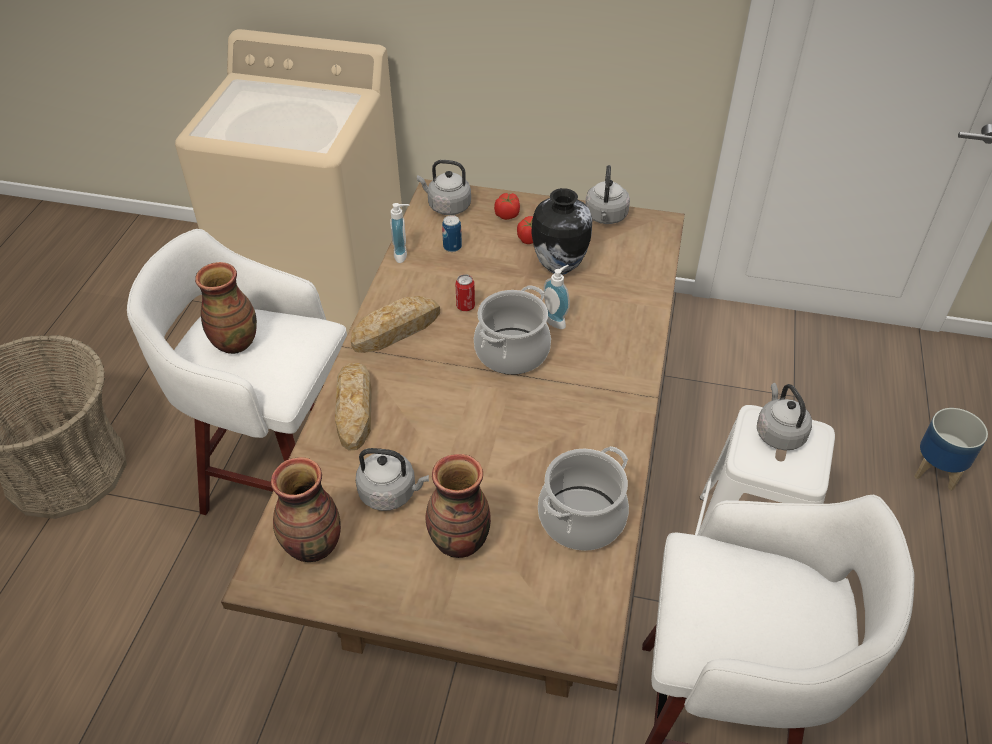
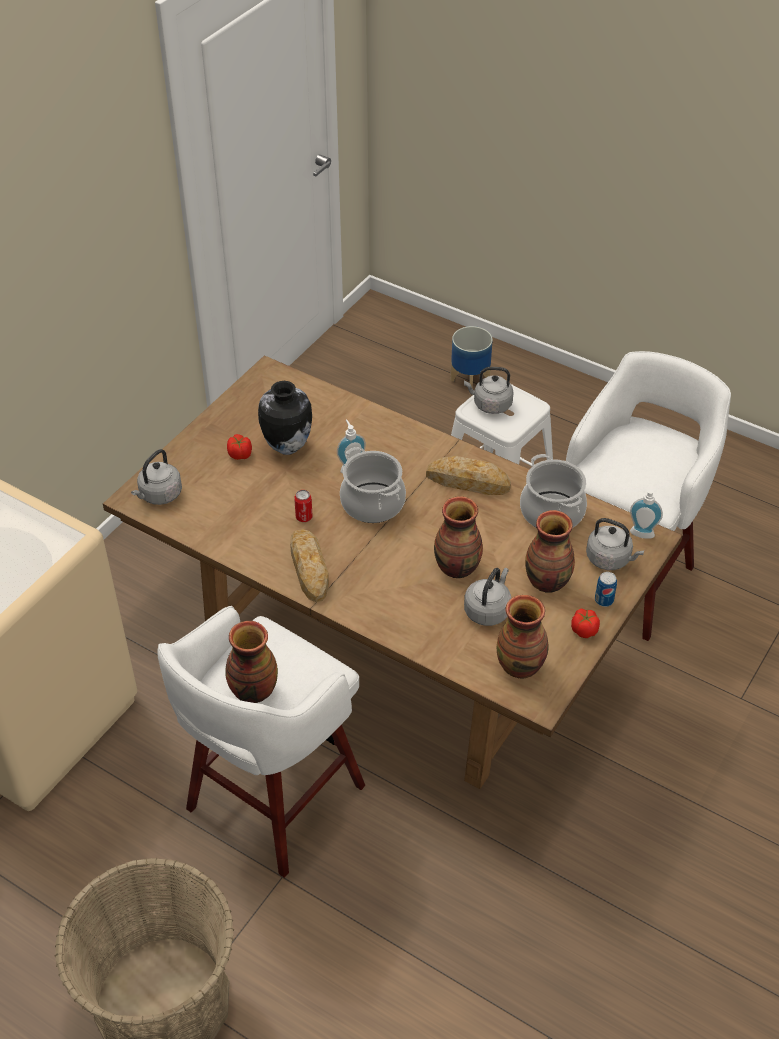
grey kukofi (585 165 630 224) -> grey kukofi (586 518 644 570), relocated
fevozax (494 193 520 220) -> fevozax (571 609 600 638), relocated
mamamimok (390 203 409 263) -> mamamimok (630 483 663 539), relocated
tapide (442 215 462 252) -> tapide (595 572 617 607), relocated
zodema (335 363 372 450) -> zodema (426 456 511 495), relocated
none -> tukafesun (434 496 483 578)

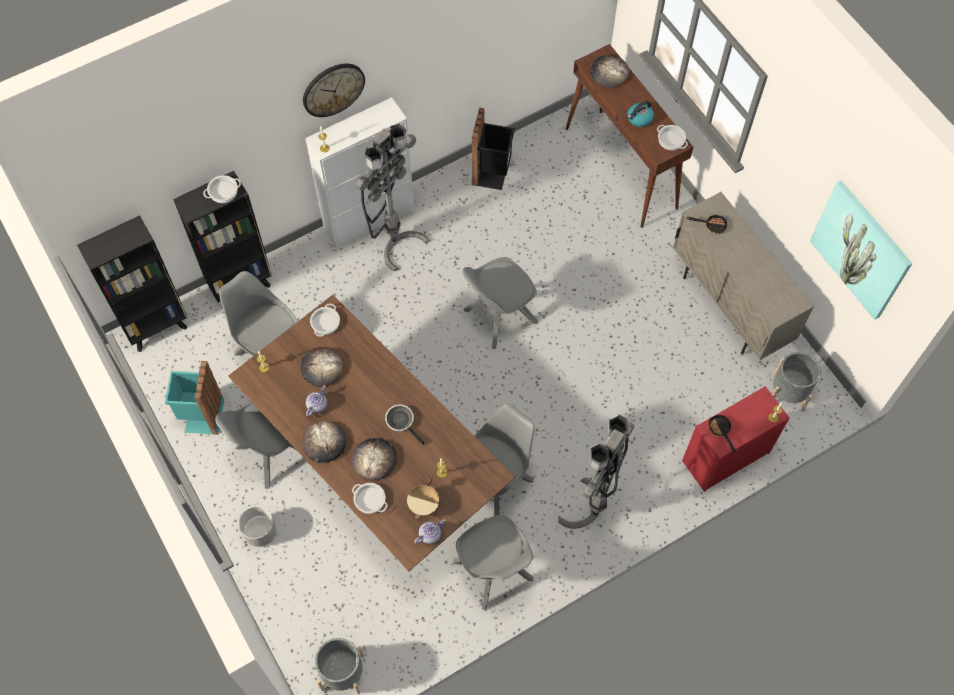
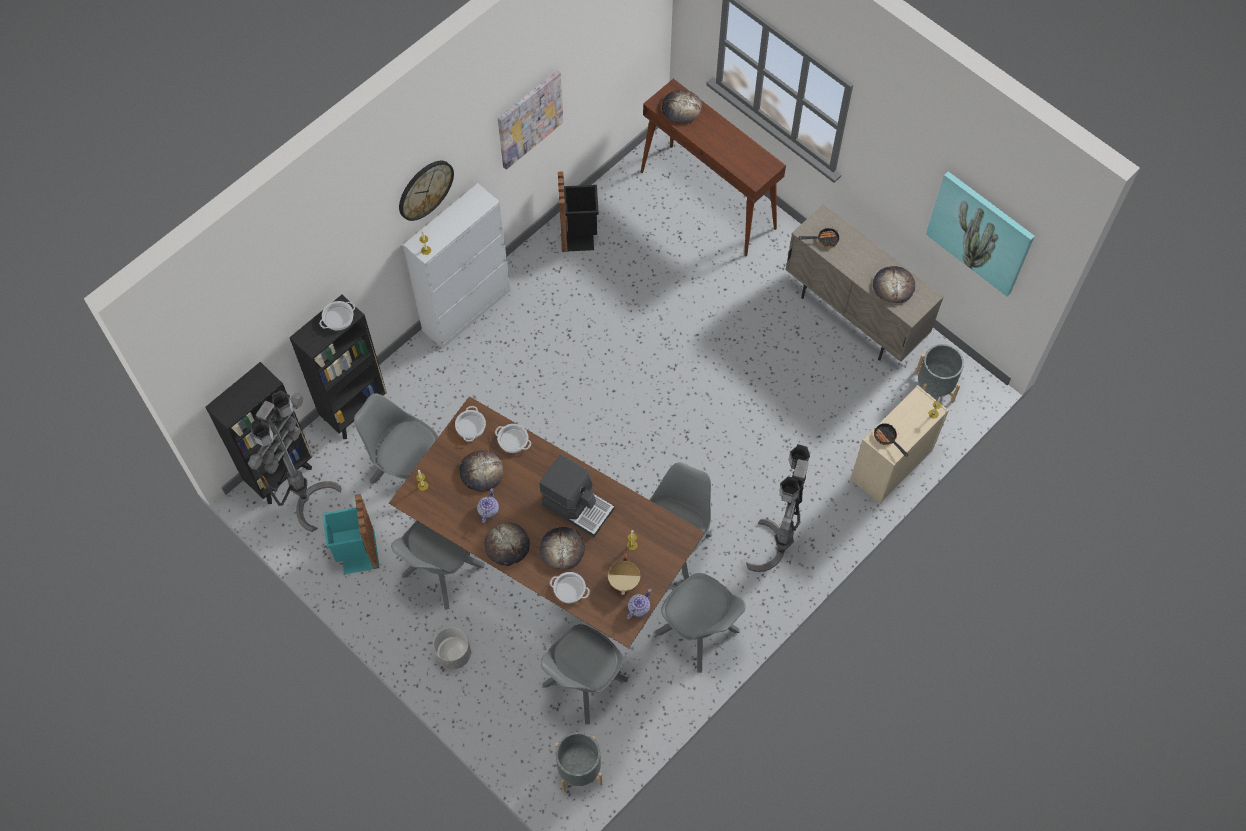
kukofi (627 100 654 127) -> none
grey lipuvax (355 124 428 271) -> grey lipuvax (248 391 341 532), relocated
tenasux (657 125 688 150) -> tenasux (495 424 531 453), relocated
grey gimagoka (463 257 538 349) -> grey gimagoka (540 624 628 725), relocated
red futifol (682 386 790 492) -> beige futifol (851 385 949 504)
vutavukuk (385 405 424 445) -> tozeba (539 454 615 537)
none -> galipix (498 70 563 170)
none -> zodema (873 266 915 303)

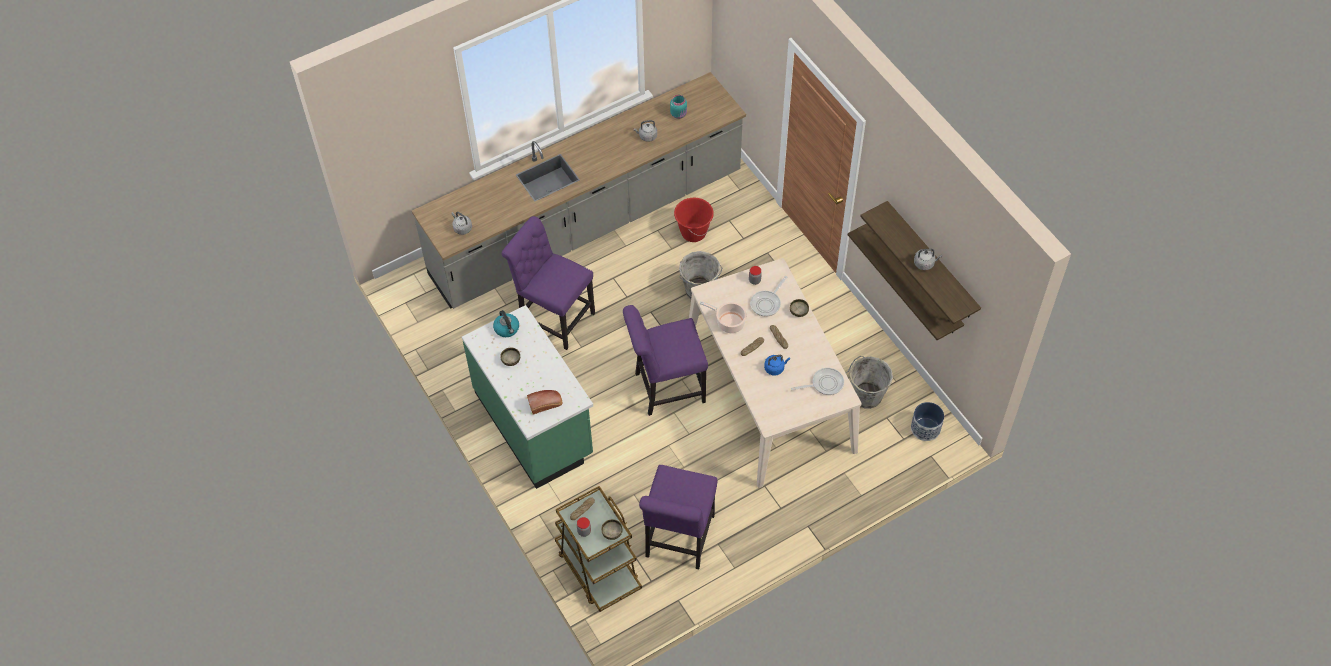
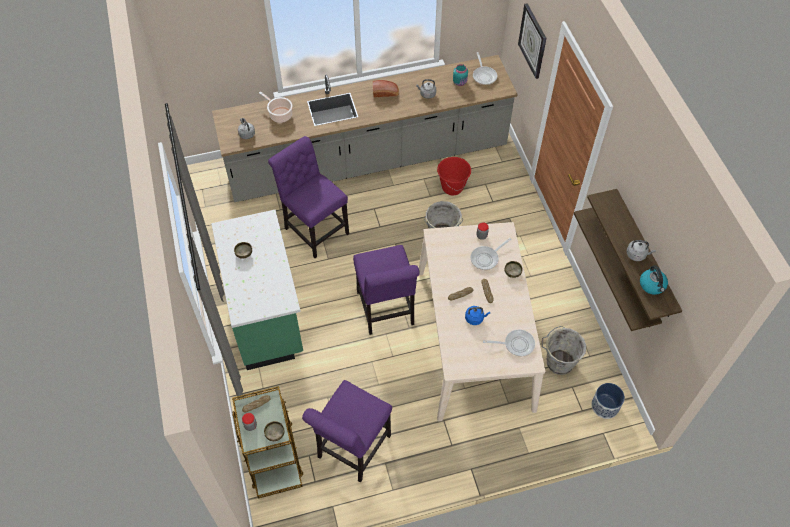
tenasux (700 301 747 333) -> tenasux (259 92 292 123), relocated
purple gimagoka (623 305 708 416) -> purple gimagoka (353 245 419 335), 105 degrees counterclockwise
kukofi (493 310 519 337) -> kukofi (640 265 668 295), relocated
zodema (527 390 562 415) -> zodema (373 80 399 98), relocated
none -> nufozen (518 3 546 79)
none -> vutavukuk (473 52 497 85)

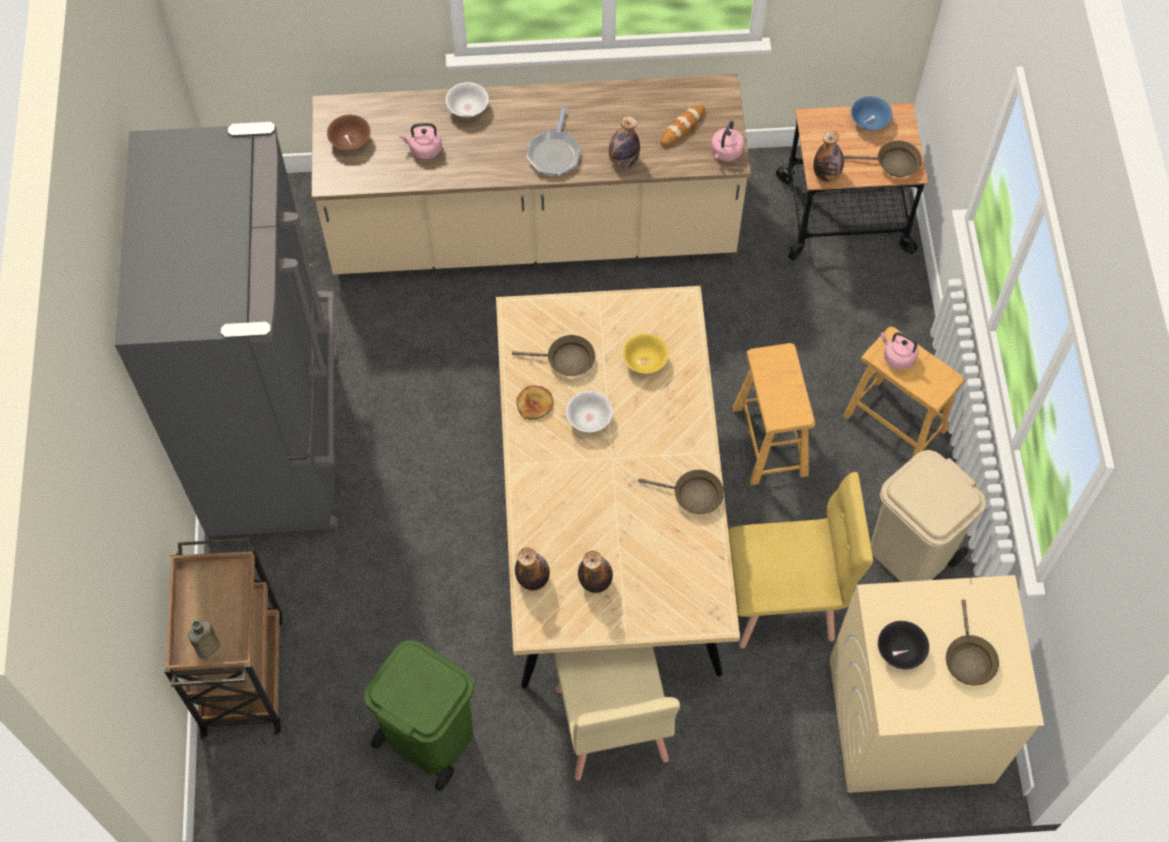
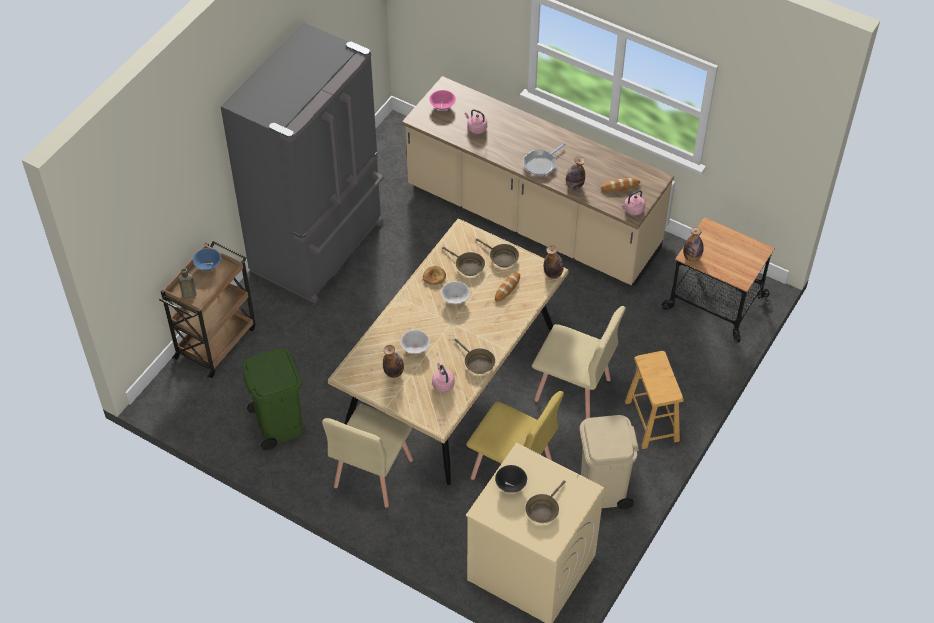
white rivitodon (446 82 489 117) -> white rivitodon (400 330 430 354), relocated
blue rivitodon (851 96 893 130) -> blue rivitodon (193 248 221 271), relocated
brown rivitodon (327 115 371 150) -> pink rivitodon (429 90 456 110)
brown vutavukuk (843 140 922 177) -> brown vutavukuk (476 238 519 267), relocated
pink kukofi (880 332 919 370) -> pink kukofi (432 362 454 392), relocated
yellow rivitodon (623 334 669 374) -> zodema (495 273 520 302)
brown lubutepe (732 343 815 485) -> beige gimagoka (532 306 626 419)
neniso (515 547 550 590) -> neniso (544 245 564 279), relocated

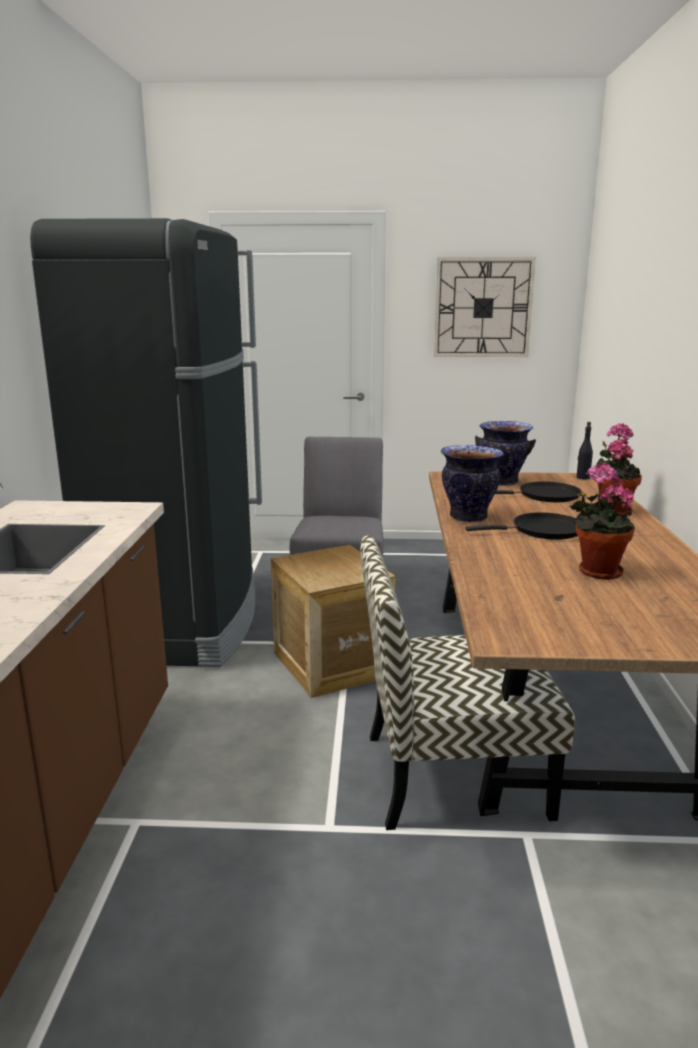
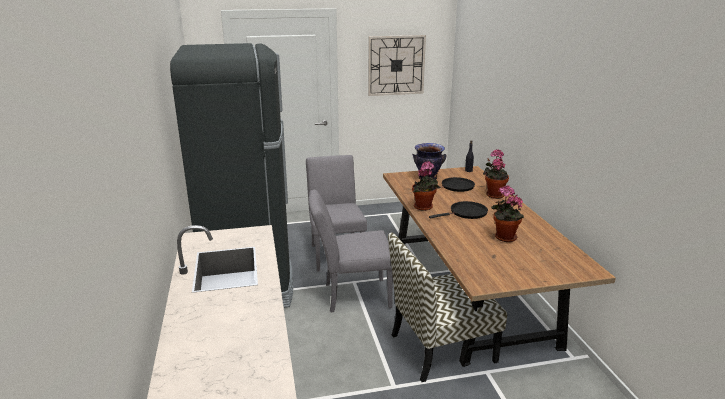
tukafesun (441 445 504 522) -> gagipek (412 161 439 211)
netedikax (271 545 396 698) -> grey gimagoka (309 190 393 312)

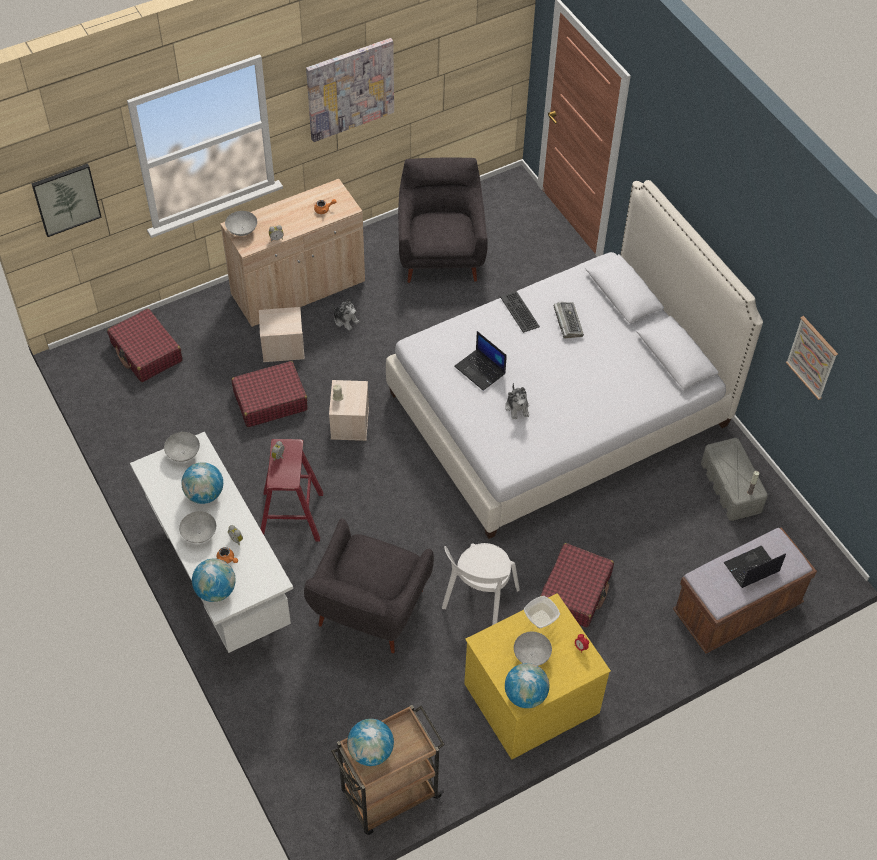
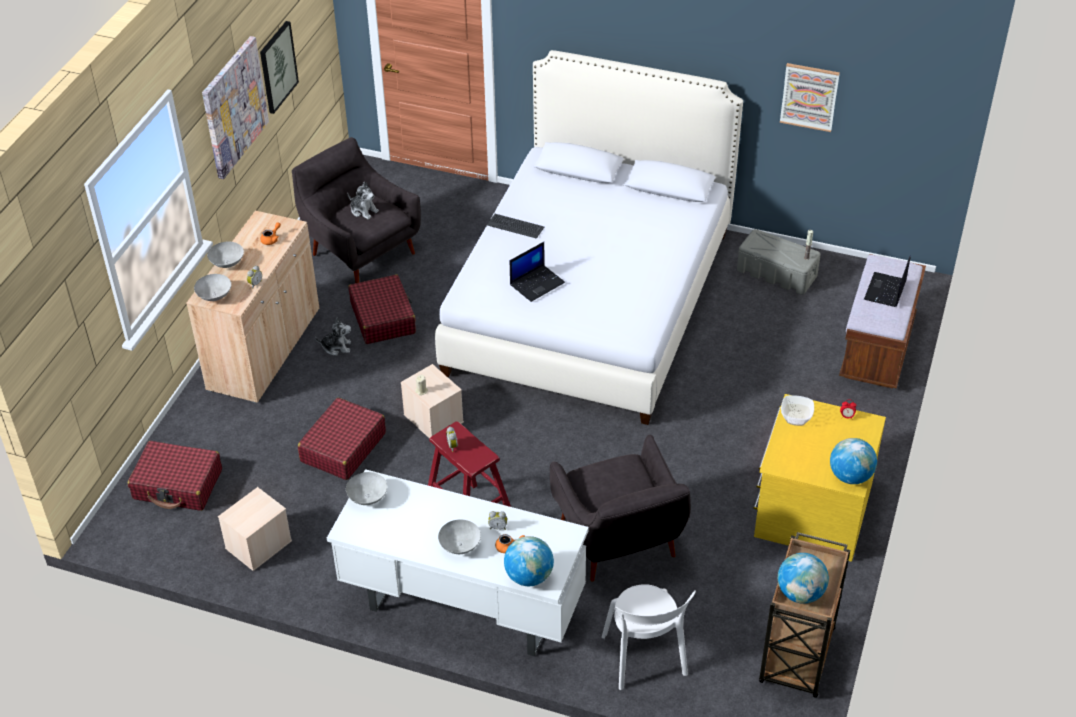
galipix (31 163 102 237) -> galipix (260 21 299 114), relocated
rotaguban (553 302 584 339) -> none
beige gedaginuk (259 307 305 362) -> beige gedaginuk (218 487 292 571), relocated
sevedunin (454 331 507 391) -> sevedunin (510 242 565 302), 45 degrees counterclockwise
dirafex (505 383 529 420) -> dirafex (347 182 379 220), relocated
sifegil (181 462 223 504) -> none
white gimagoka (442 543 520 625) -> white gimagoka (602 584 696 690), relocated
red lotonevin (540 543 614 627) -> red lotonevin (348 274 416 344), relocated
grey rivitodon (514 632 552 666) -> grey rivitodon (207 242 244 268), relocated

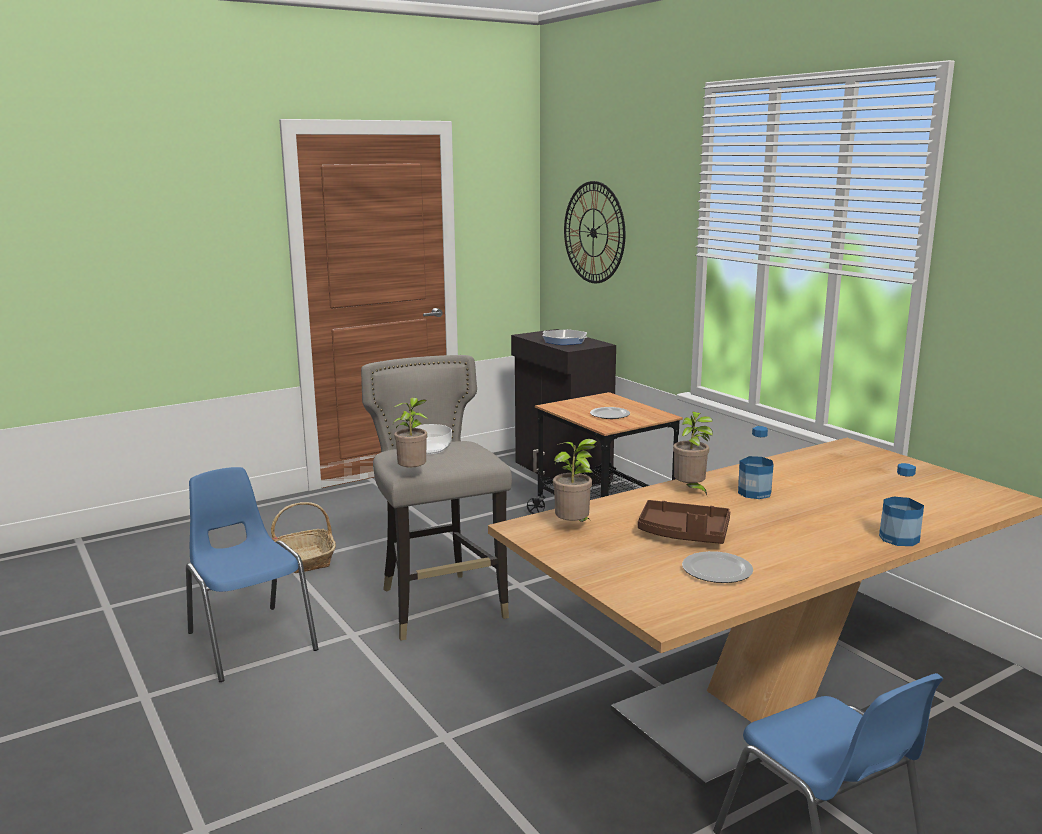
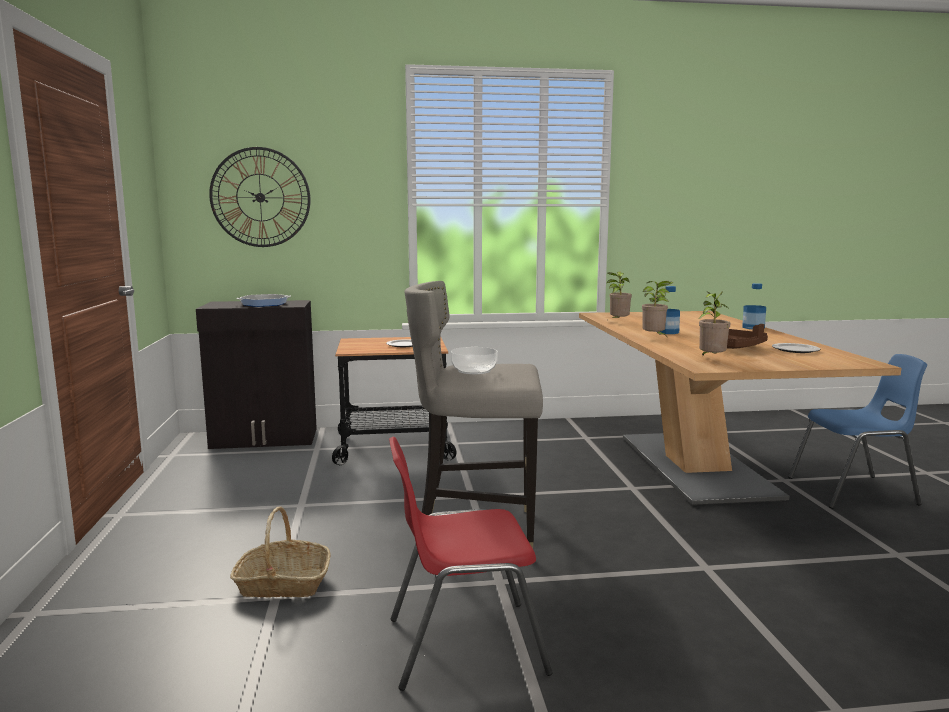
gagipek (393 397 429 468) -> gagipek (607 271 632 319), relocated
blue gimagoka (186 467 318 682) -> red gimagoka (389 437 553 691)

